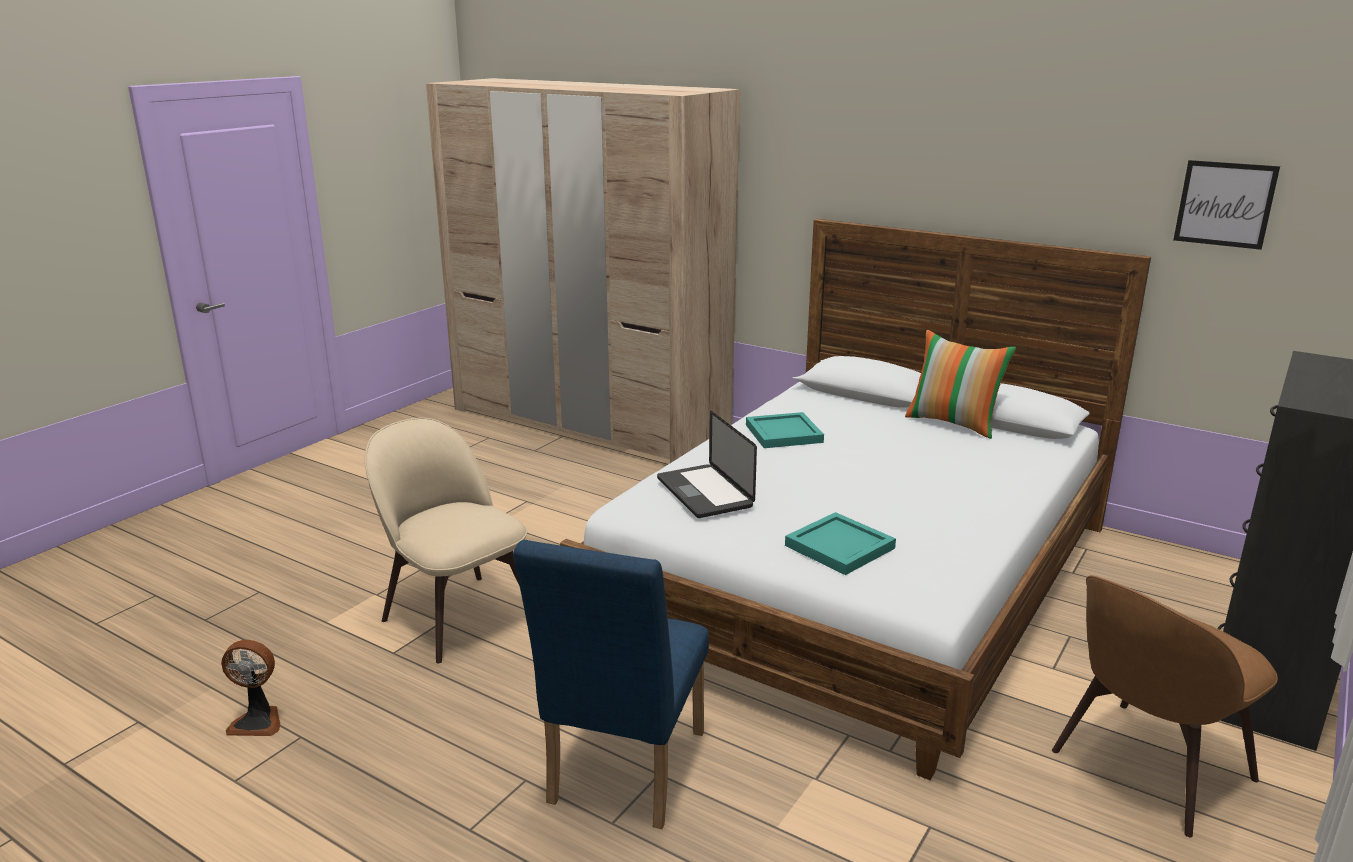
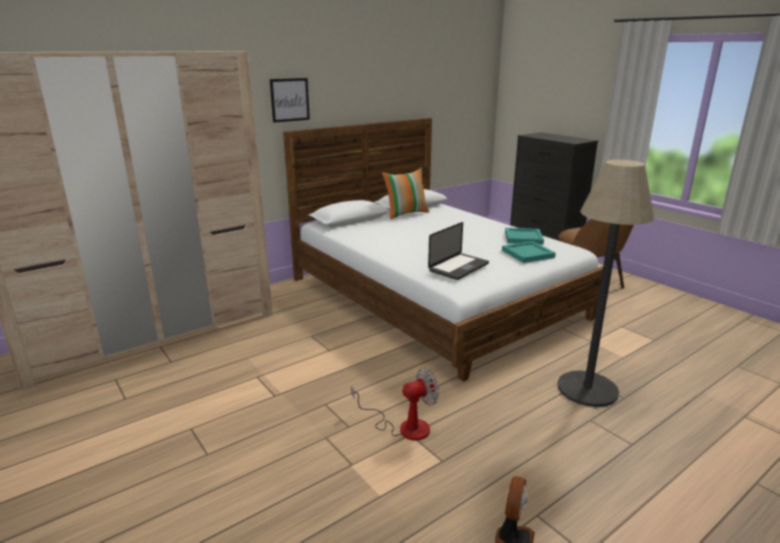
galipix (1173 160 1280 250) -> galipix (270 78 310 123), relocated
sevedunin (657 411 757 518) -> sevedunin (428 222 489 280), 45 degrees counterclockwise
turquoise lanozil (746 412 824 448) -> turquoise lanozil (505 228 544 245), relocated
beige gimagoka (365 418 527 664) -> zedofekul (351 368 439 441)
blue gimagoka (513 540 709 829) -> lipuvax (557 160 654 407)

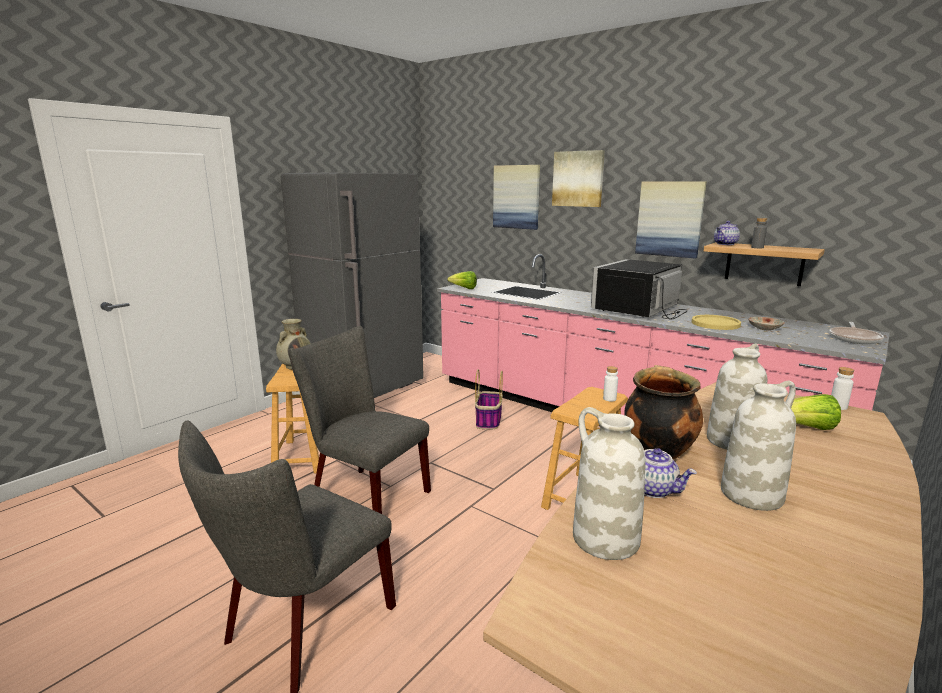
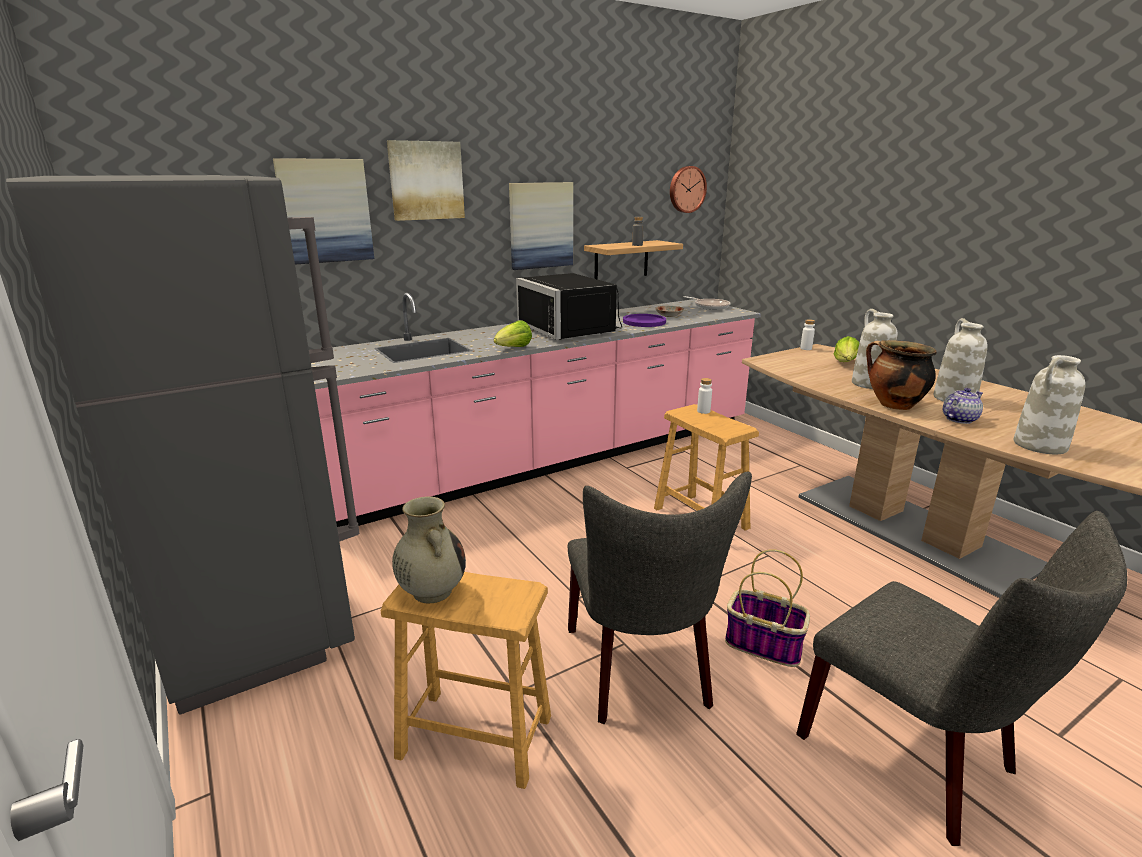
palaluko (714 221 740 245) -> none
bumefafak (448 271 477 289) -> bumefafak (494 320 532 347), relocated
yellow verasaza (692 315 741 330) -> purple verasaza (623 314 666 327)
grey gimagoka (289 326 431 514) -> grey gimagoka (568 472 752 724), 60 degrees counterclockwise
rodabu (475 369 503 429) -> rodabu (725 549 810 667), relocated
none -> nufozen (670 166 707 213)

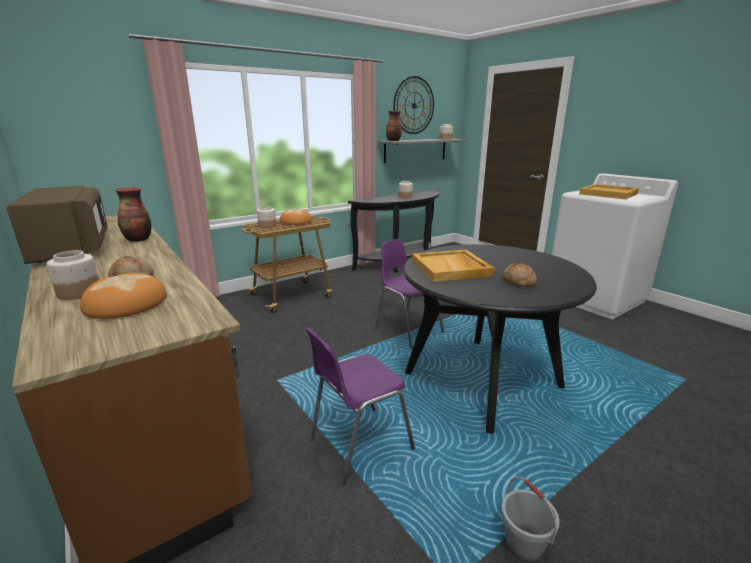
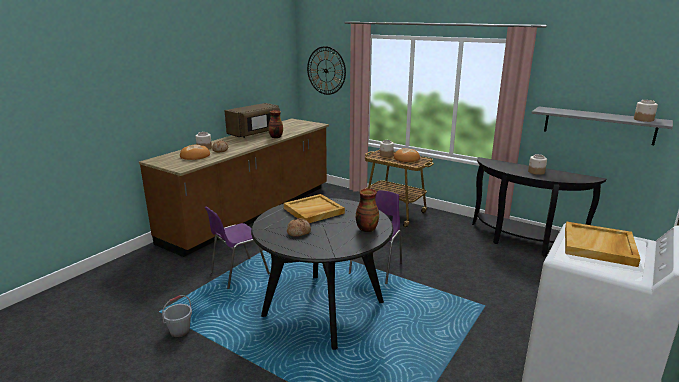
nufozen (393 76 434 134) -> nufozen (307 46 346 95), relocated
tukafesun (386 111 402 141) -> tukafesun (356 188 379 232), relocated
purple gimagoka (306 328 415 485) -> purple gimagoka (205 207 270 289), 75 degrees counterclockwise

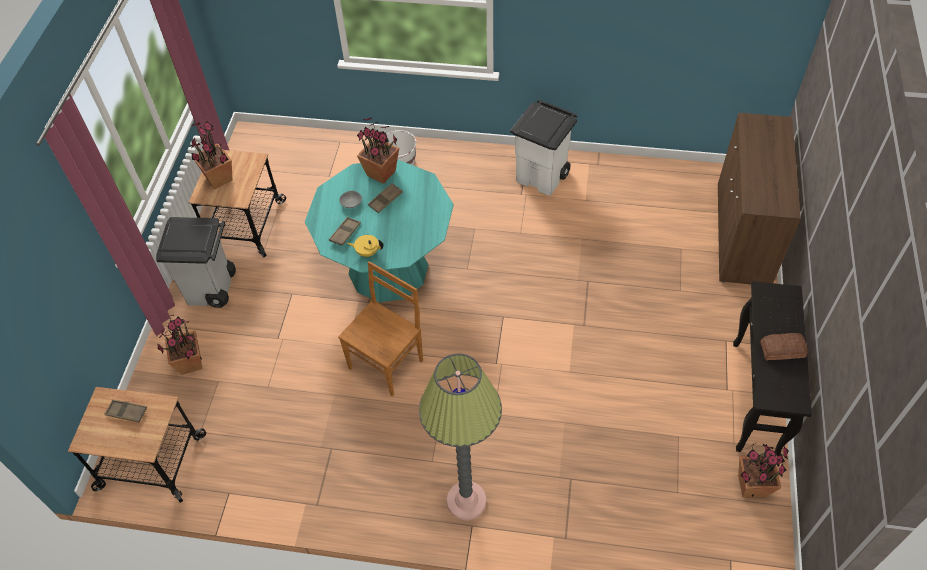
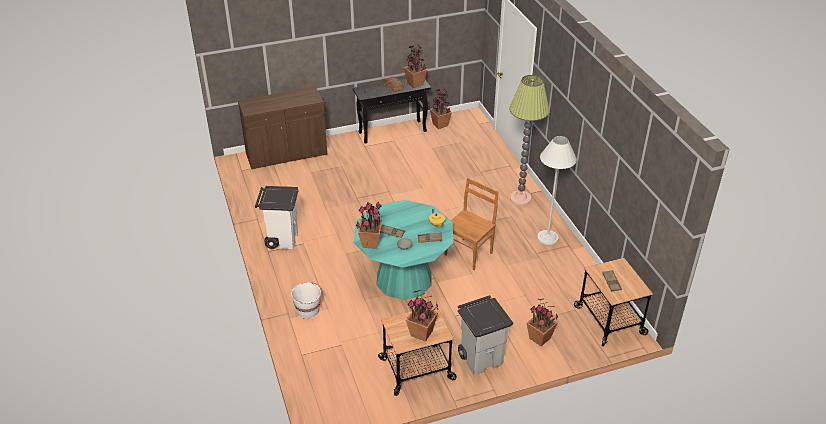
brown gimagoka (338 261 423 397) -> brown gimagoka (445 178 498 270), 120 degrees clockwise
none -> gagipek (404 45 427 88)
none -> white lipuvax (537 136 577 245)

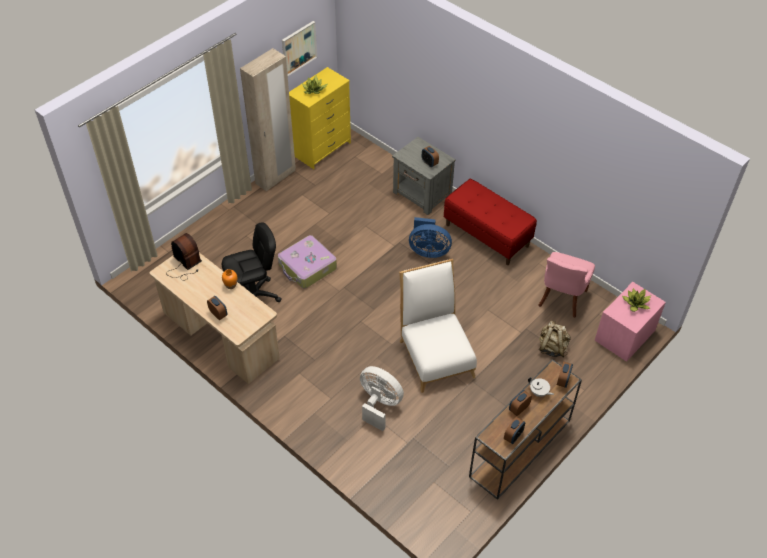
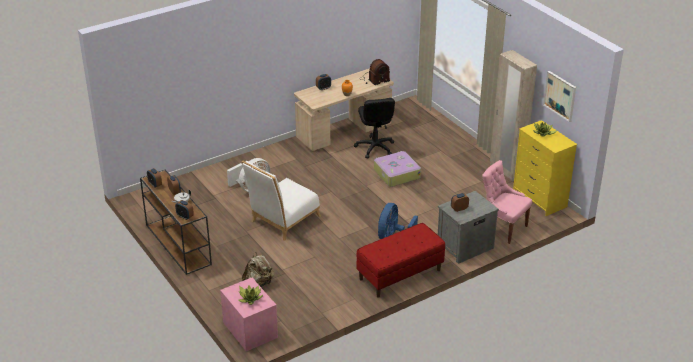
pink gimagoka (538 252 595 318) -> pink gimagoka (482 160 532 244), relocated
white gimagoka (399 259 477 393) -> white gimagoka (241 161 321 241), 135 degrees clockwise

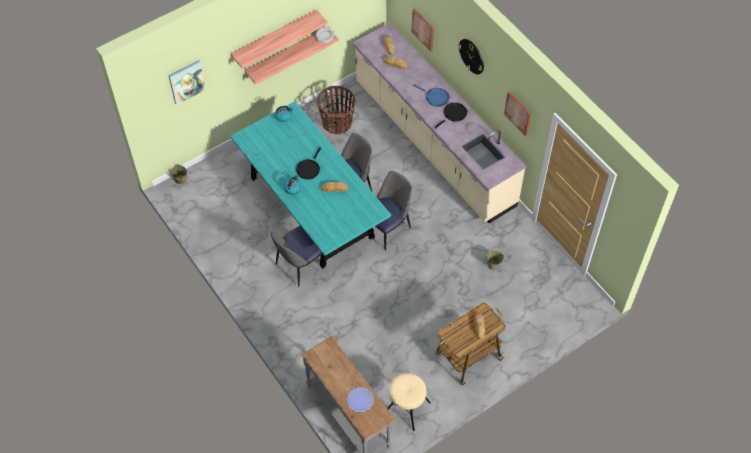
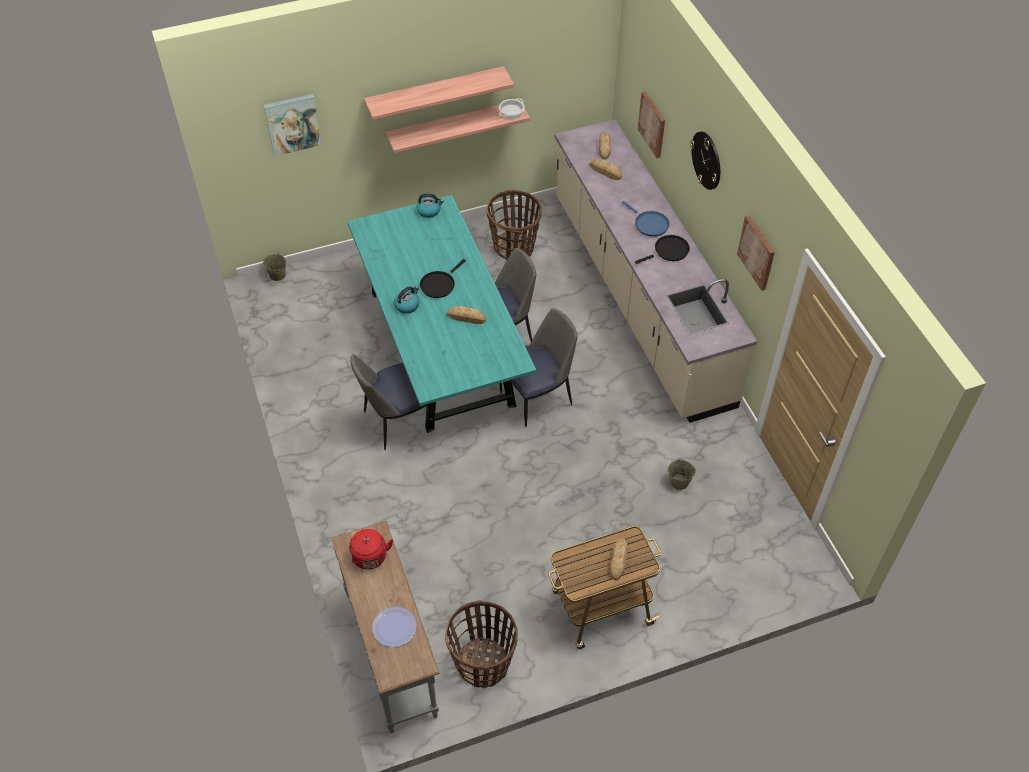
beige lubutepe (387 373 431 431) -> rodabu (445 600 518 688)
none -> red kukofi (349 529 393 570)

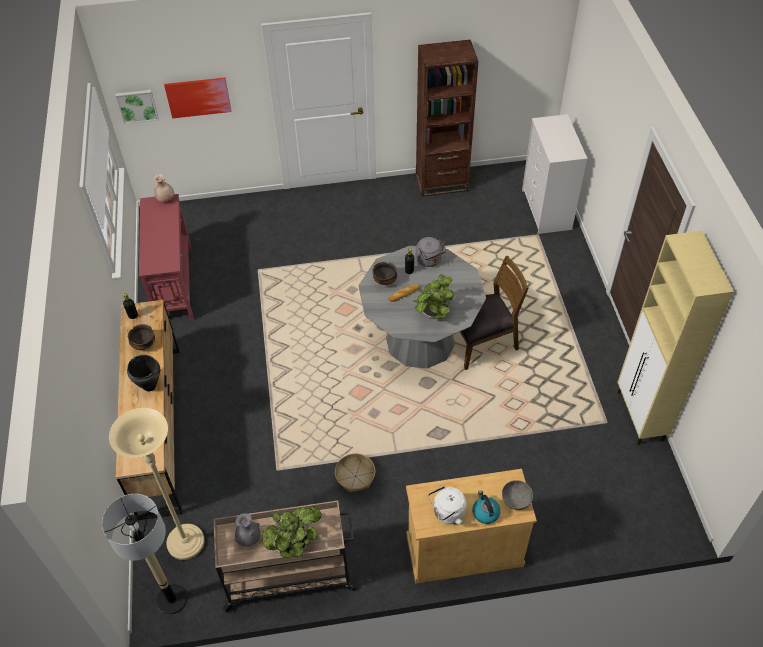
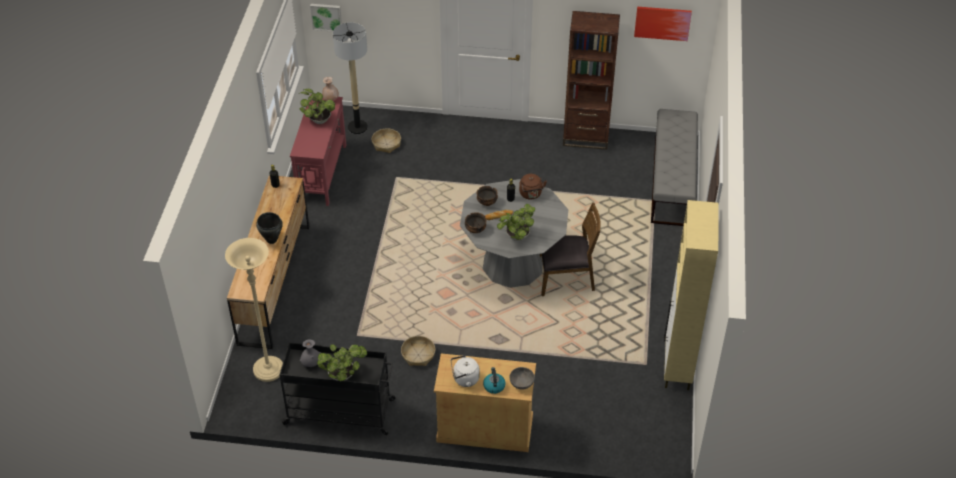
galipix (164 78 231 118) -> galipix (634 7 692 41), relocated
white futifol (522 114 587 234) -> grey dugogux (651 109 698 226)
grey kukofi (416 237 446 267) -> brown kukofi (519 174 547 200)
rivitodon (128 324 155 350) -> rivitodon (465 212 487 233), relocated
lipuvax (102 494 187 615) -> lipuvax (333 22 368 134), relocated
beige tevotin (213 501 356 612) -> black tevotin (280 342 395 435)
none -> gagipek (299 89 335 124)
none -> rodabu (372 128 401 153)

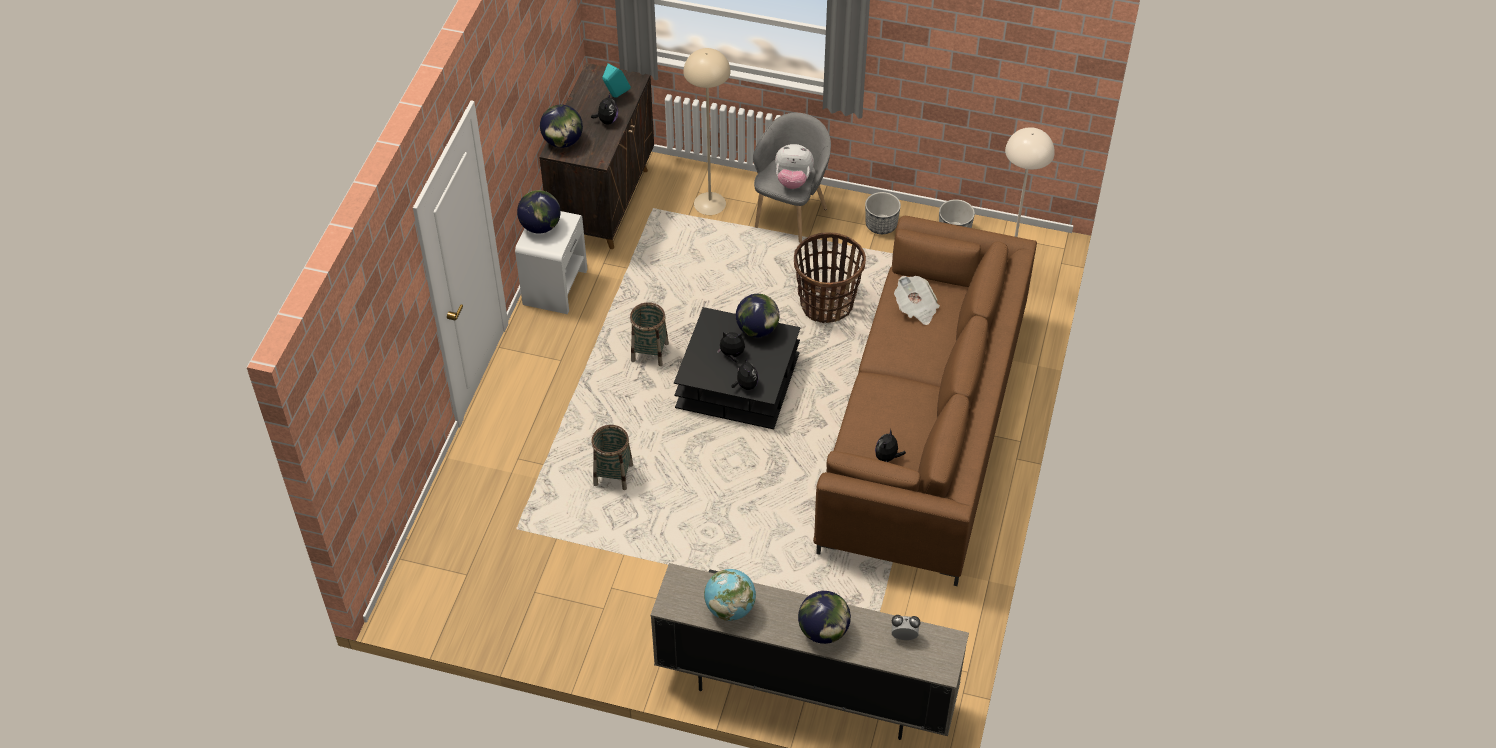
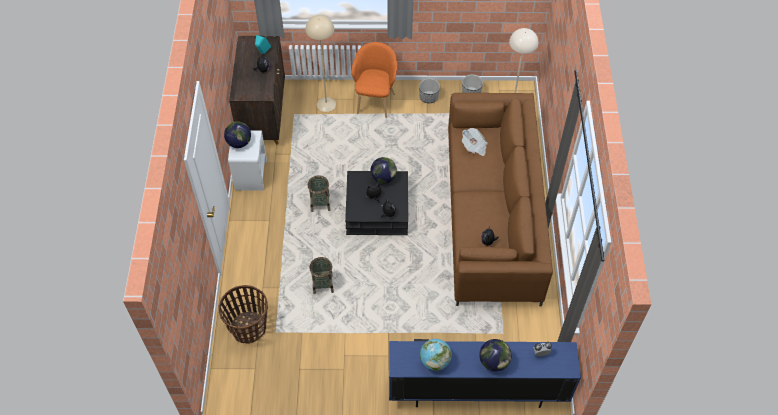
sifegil (540 105 583 148) -> none
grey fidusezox (753 113 831 243) -> orange fidusezox (351 42 397 118)
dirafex (775 144 814 189) -> none
rodabu (794 232 866 323) -> rodabu (218 285 268 344), relocated
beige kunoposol (650 563 969 740) -> blue kunoposol (389 339 581 408)

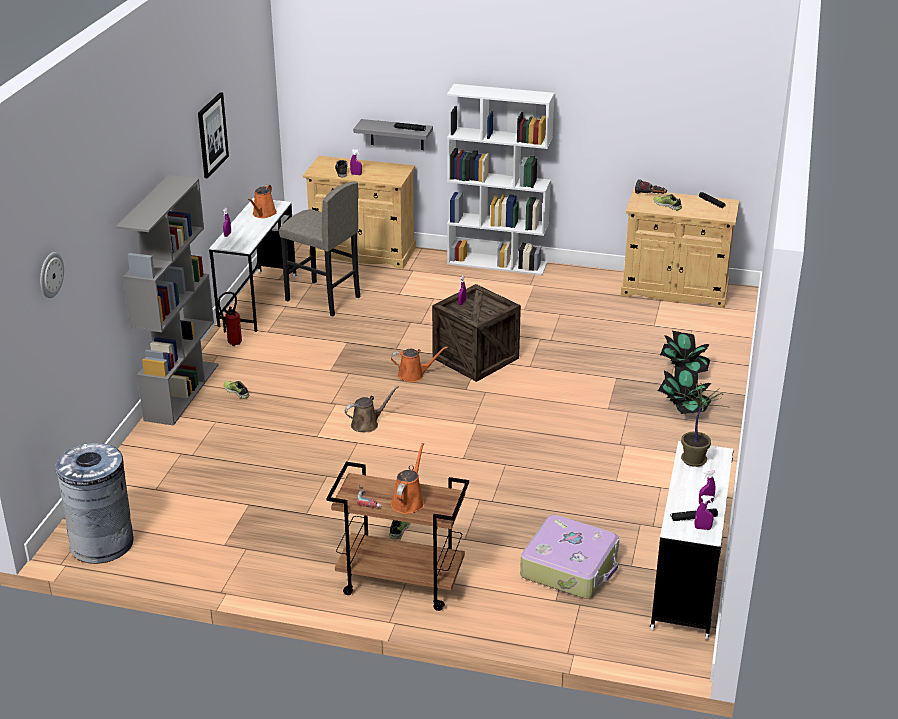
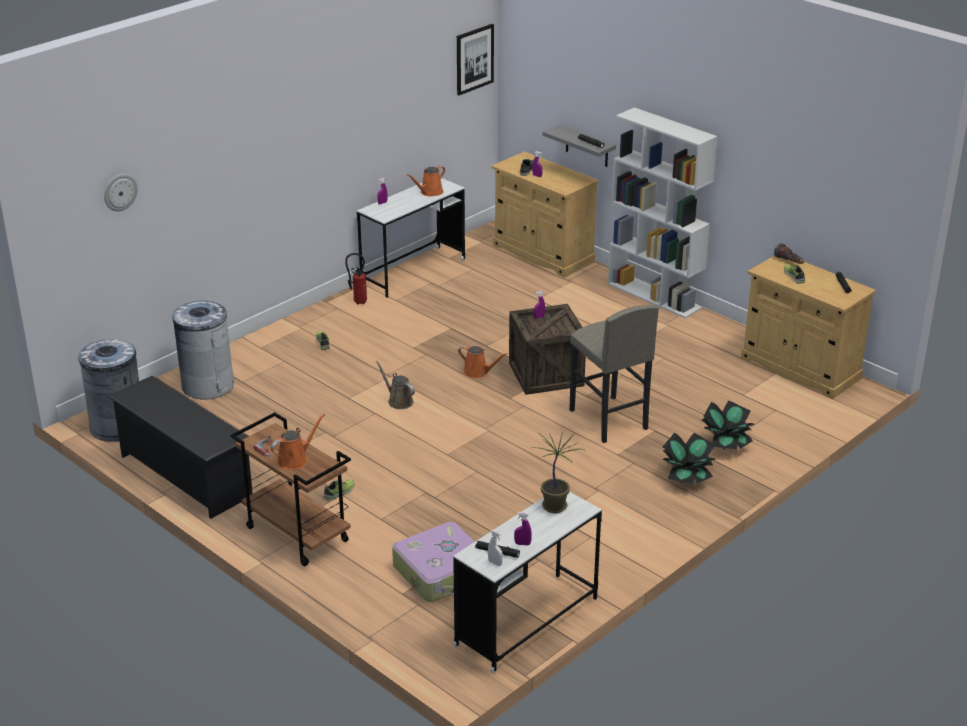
galipix (198 92 229 178) -> galipix (457 24 494 95), relocated
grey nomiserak (116 175 218 426) -> none
grey lubutepe (279 181 360 317) -> grey lubutepe (569 305 659 443), relocated
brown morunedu (345 386 399 432) -> brown morunedu (376 361 415 409), 135 degrees counterclockwise
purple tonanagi (694 495 714 530) -> white tonanagi (488 530 503 566)
none -> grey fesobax (172 301 234 399)
none -> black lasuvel (108 376 253 519)

